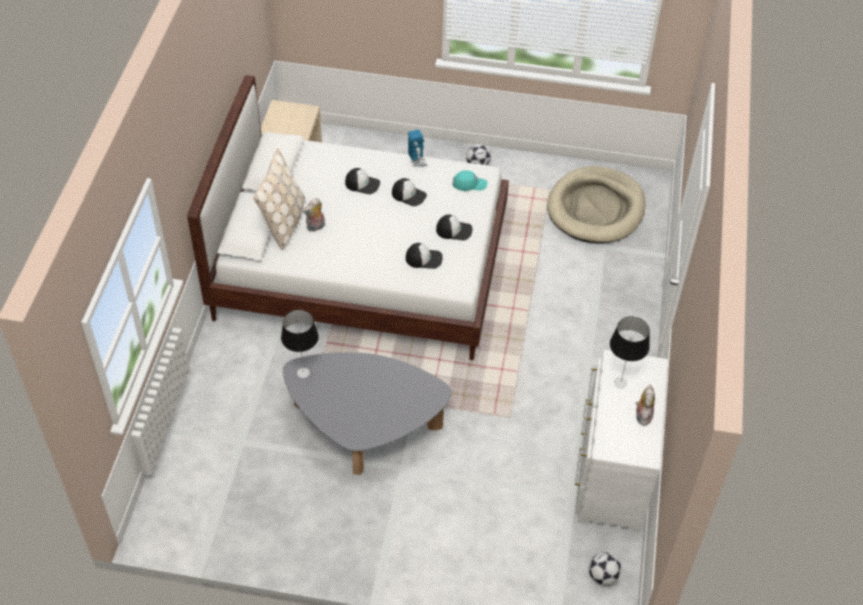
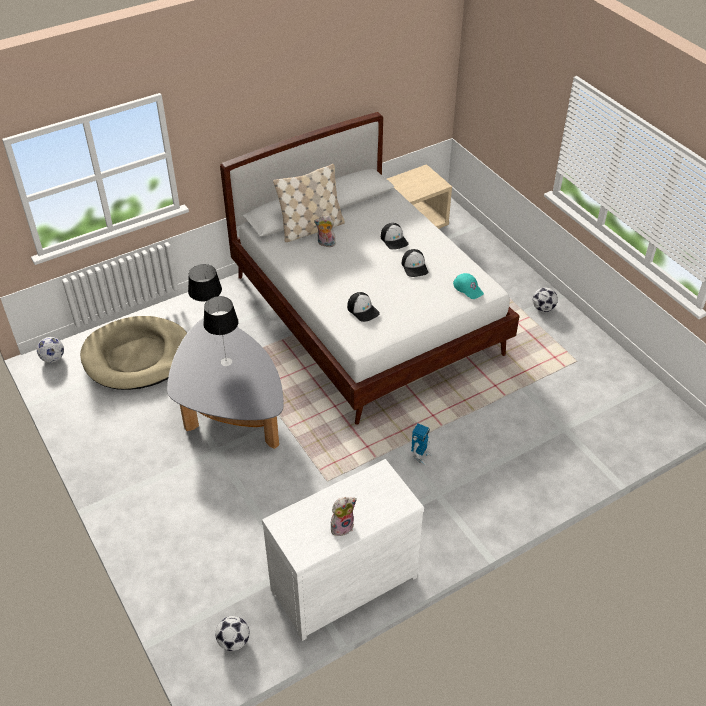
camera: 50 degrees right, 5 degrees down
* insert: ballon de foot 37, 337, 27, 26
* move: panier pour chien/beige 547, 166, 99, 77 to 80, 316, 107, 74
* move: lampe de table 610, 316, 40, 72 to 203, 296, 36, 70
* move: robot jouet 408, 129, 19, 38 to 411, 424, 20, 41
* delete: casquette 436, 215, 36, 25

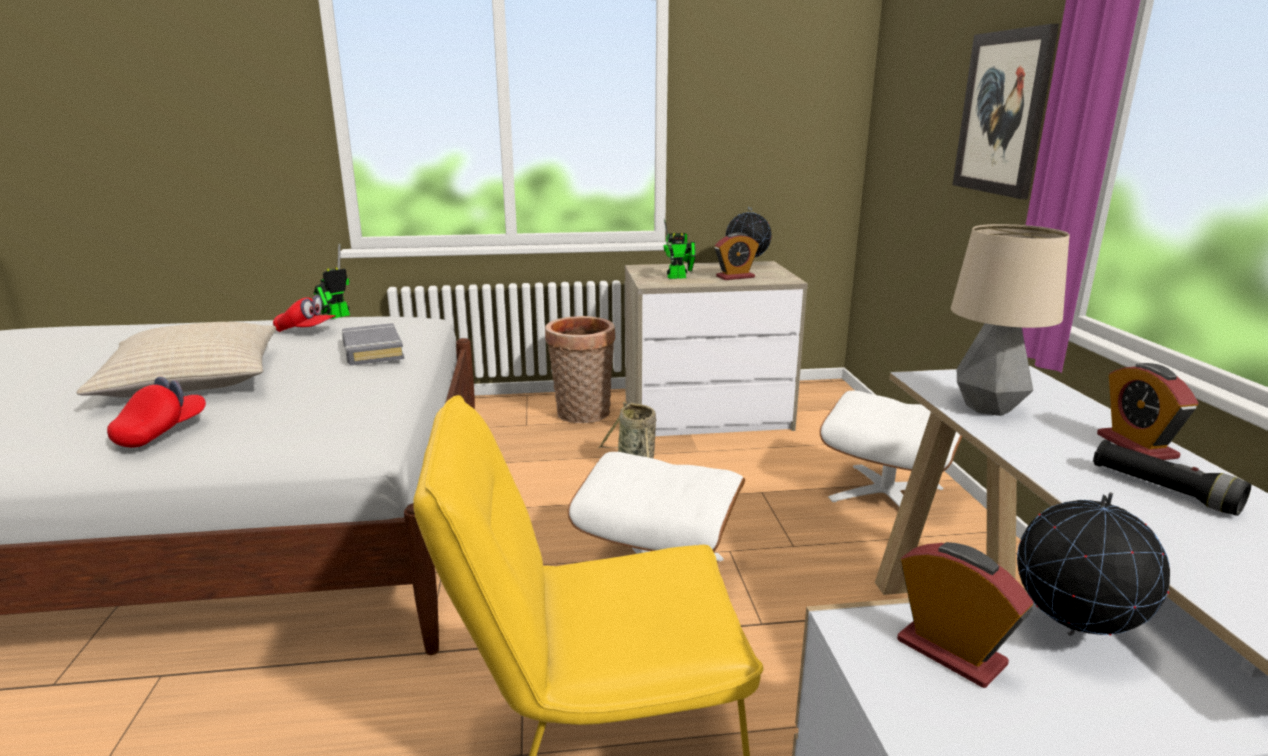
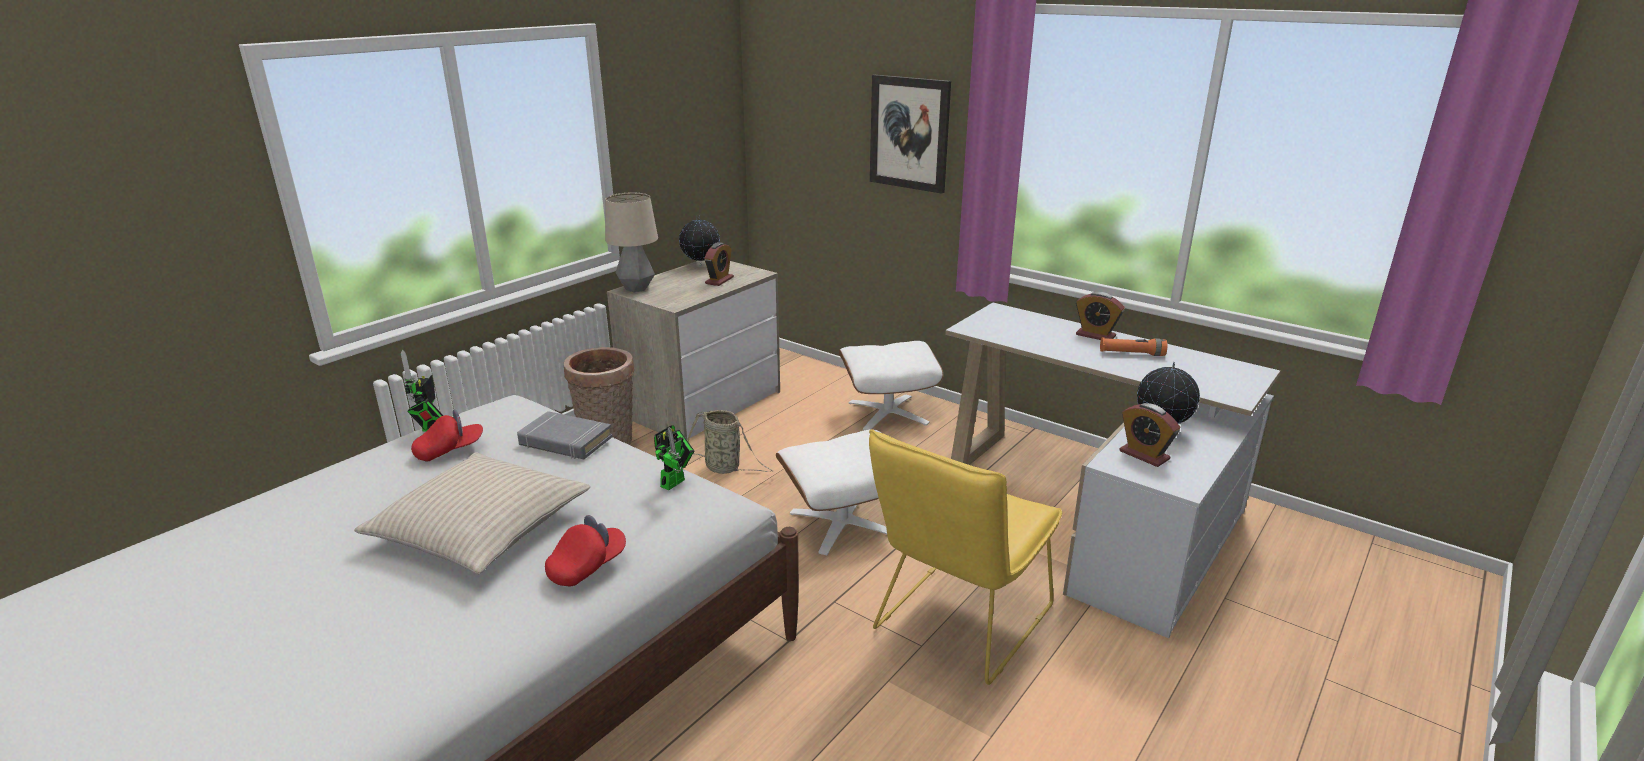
camera: 45 degrees left, 5 degrees up
* rotate: casquette/rouge 107, 377, 99, 70 = 545, 515, 81, 71 60 degrees clockwise
* move: lampe de table 951, 224, 119, 192 to 605, 193, 53, 99
* move: robot jouet 663, 219, 33, 60 to 654, 425, 40, 65
* recolor: lampe de poche/noir 1093, 440, 158, 76 to lampe de poche/orange 1100, 337, 67, 19
* rotate: réveil 897, 542, 136, 146 = 1119, 403, 61, 64 135 degrees counterclockwise

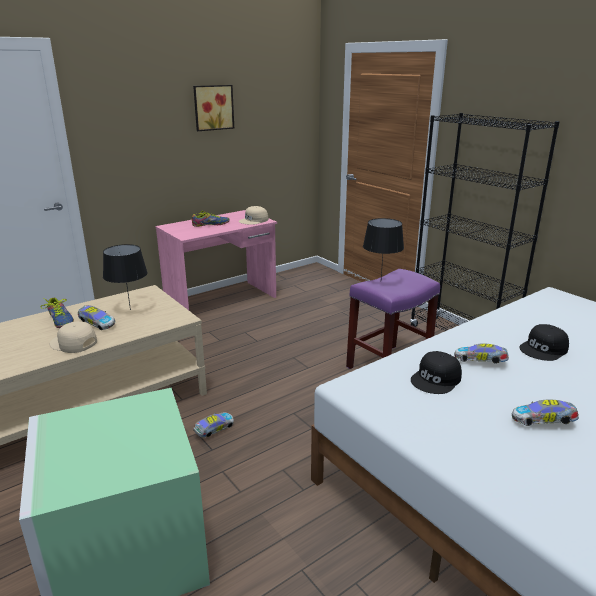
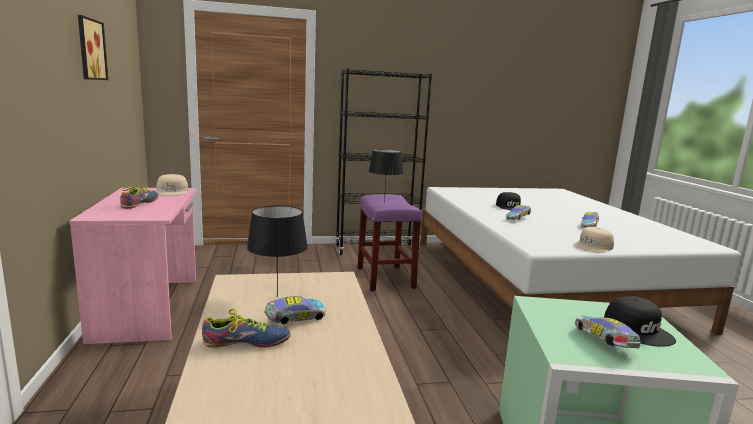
camera: 65 degrees left, 10 degrees down
* move: casquette/beige 50, 322, 47, 31 to 573, 227, 41, 26
* move: petite voiture 193, 412, 41, 25 to 575, 316, 65, 33
* move: casquette/noir 411, 351, 51, 43 to 604, 296, 72, 51

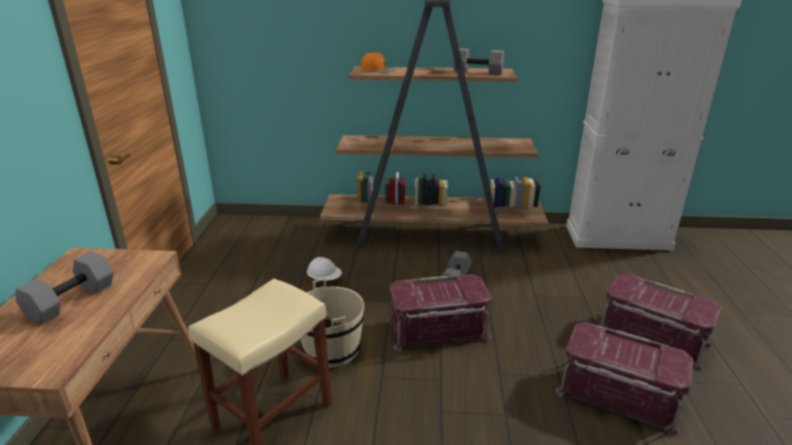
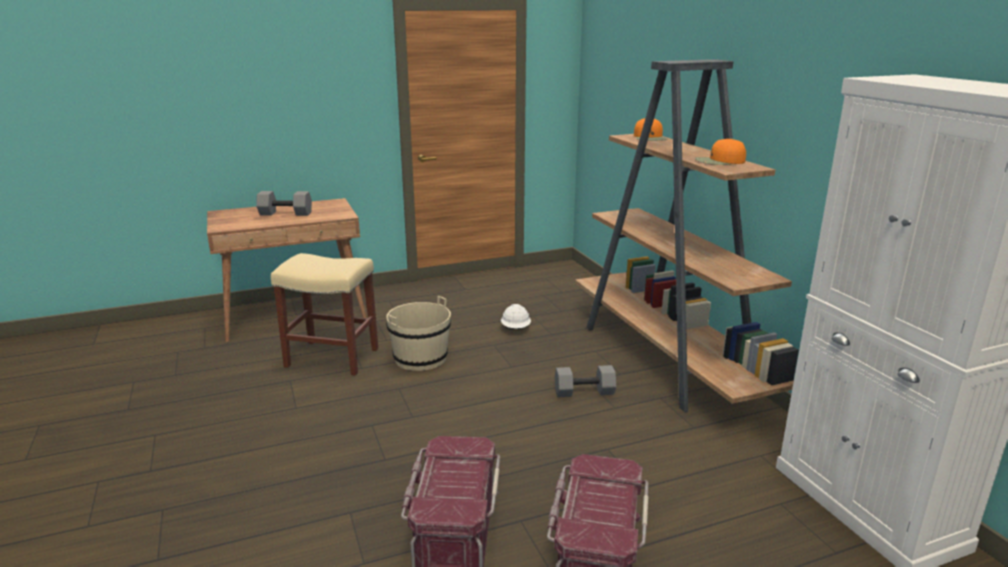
camera: 65 degrees right, 5 degrees down
* replace: haltère/gris 453, 48, 51, 27 to casquette/orange 695, 138, 51, 27
* delete: boîte de rangement/rouge 387, 274, 105, 78

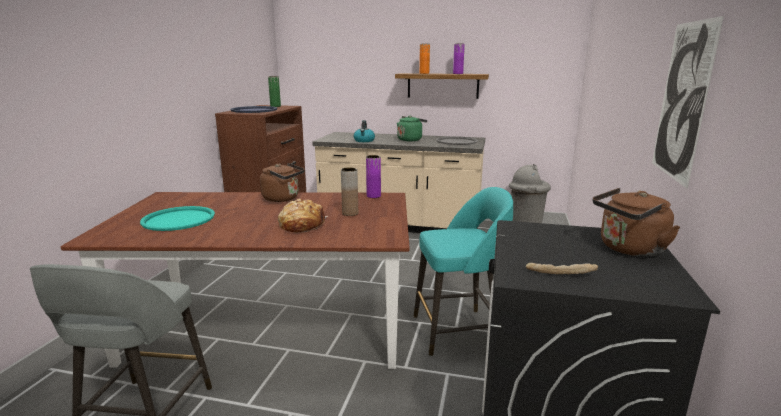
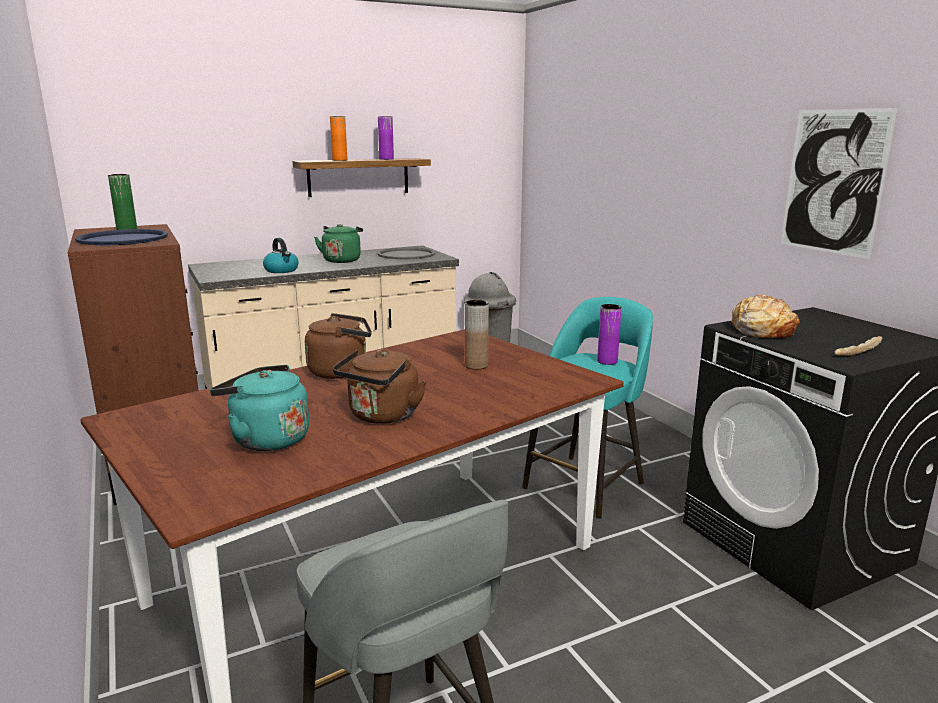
camera: 40 degrees left, 0 degrees up
* replace: plateau/turquoise 140, 206, 75, 25 to bouilloire/turquoise 210, 365, 99, 86
* move: bouilloire/marron 593, 188, 87, 69 to 333, 349, 93, 75
* move: vase/violet 366, 155, 15, 43 to 597, 304, 25, 61
* move: pain 278, 199, 50, 34 to 731, 294, 69, 44

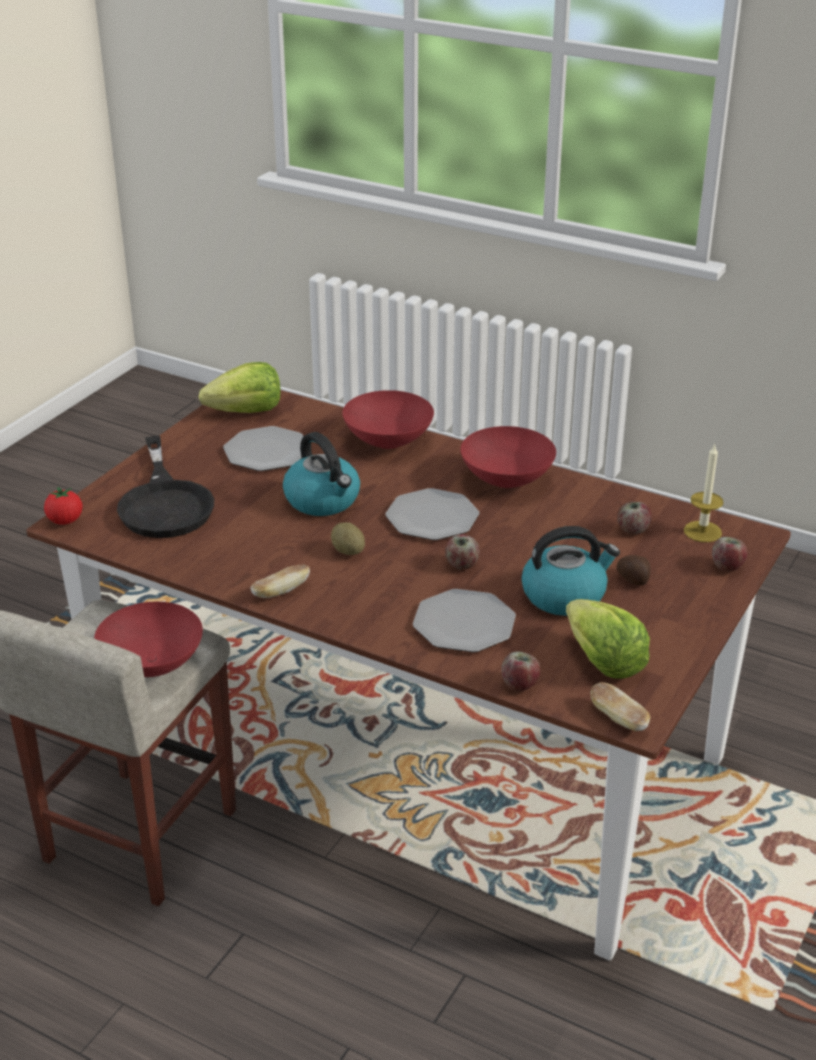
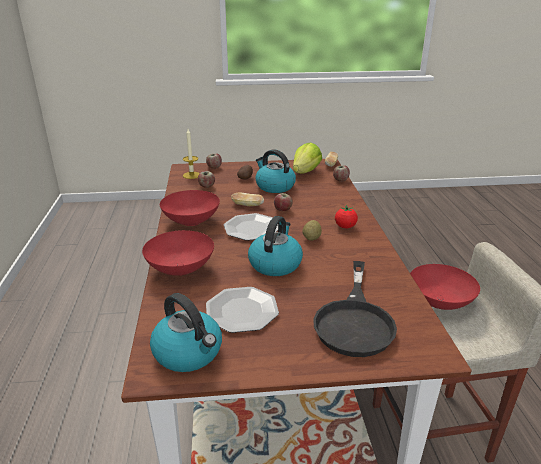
camera: 125 degrees left, 5 degrees down
* replace: laitue 199, 362, 82, 51 to bouilloire 150, 293, 72, 79
* move: pain 250, 564, 60, 34 to 231, 193, 33, 13
* rotate: poêle/noir 117, 436, 97, 102 = 313, 261, 84, 96 150 degrees clockwise
* move: tomate 44, 487, 39, 38 to 335, 205, 23, 23
* delete: assiette 413, 589, 103, 63

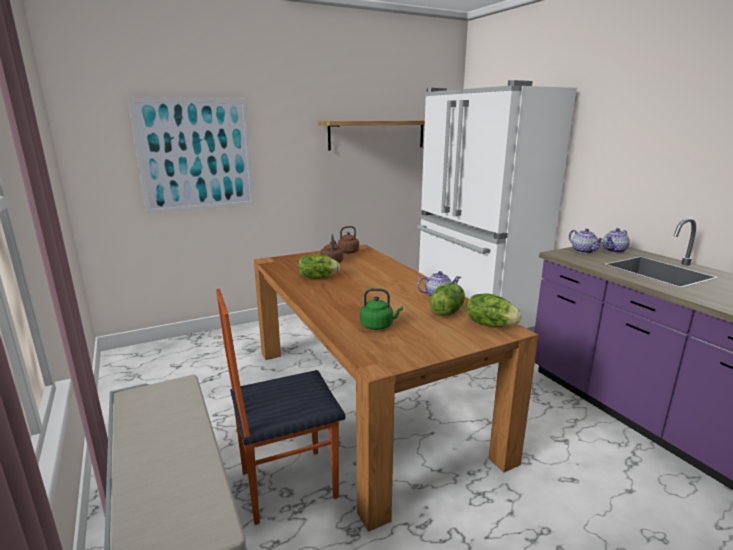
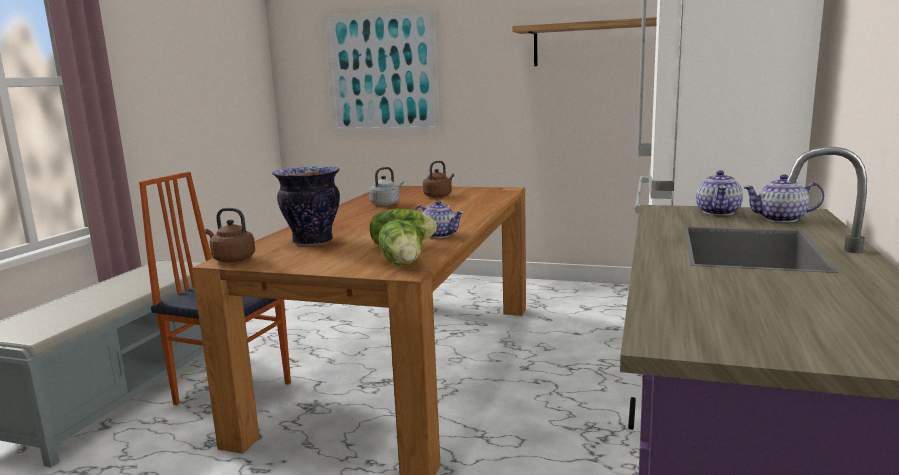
camera: 45 degrees right, 5 degrees down
* move: bouilloire/marron 334, 226, 25, 28 to 205, 208, 50, 54
* replace: bouilloire/vert 360, 288, 43, 42 to vase 272, 166, 68, 80
* replace: laitue 298, 254, 42, 25 to bouilloire/gris 369, 167, 35, 39

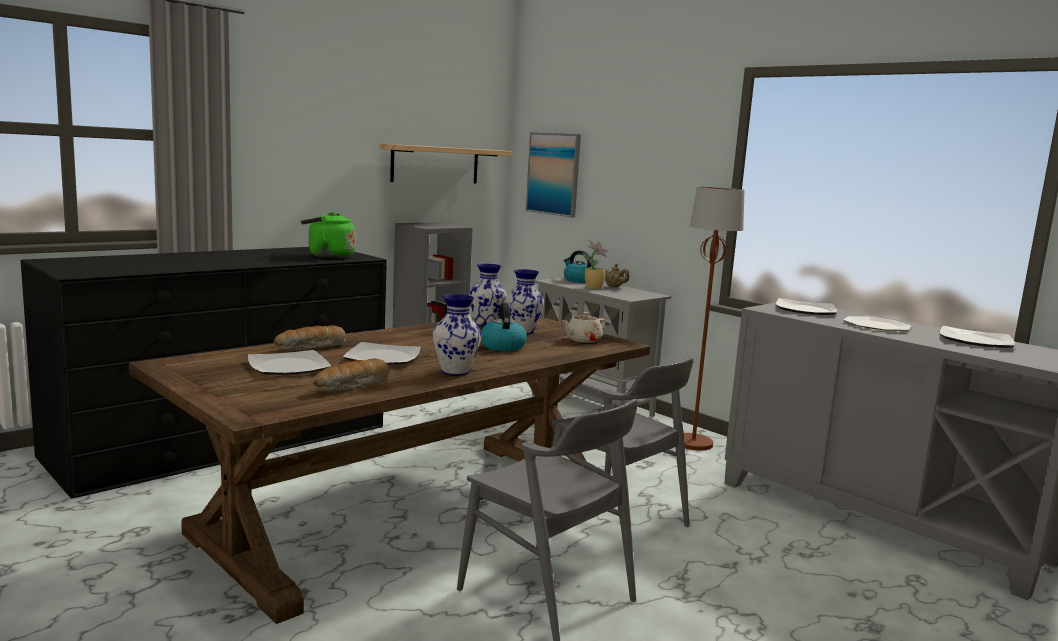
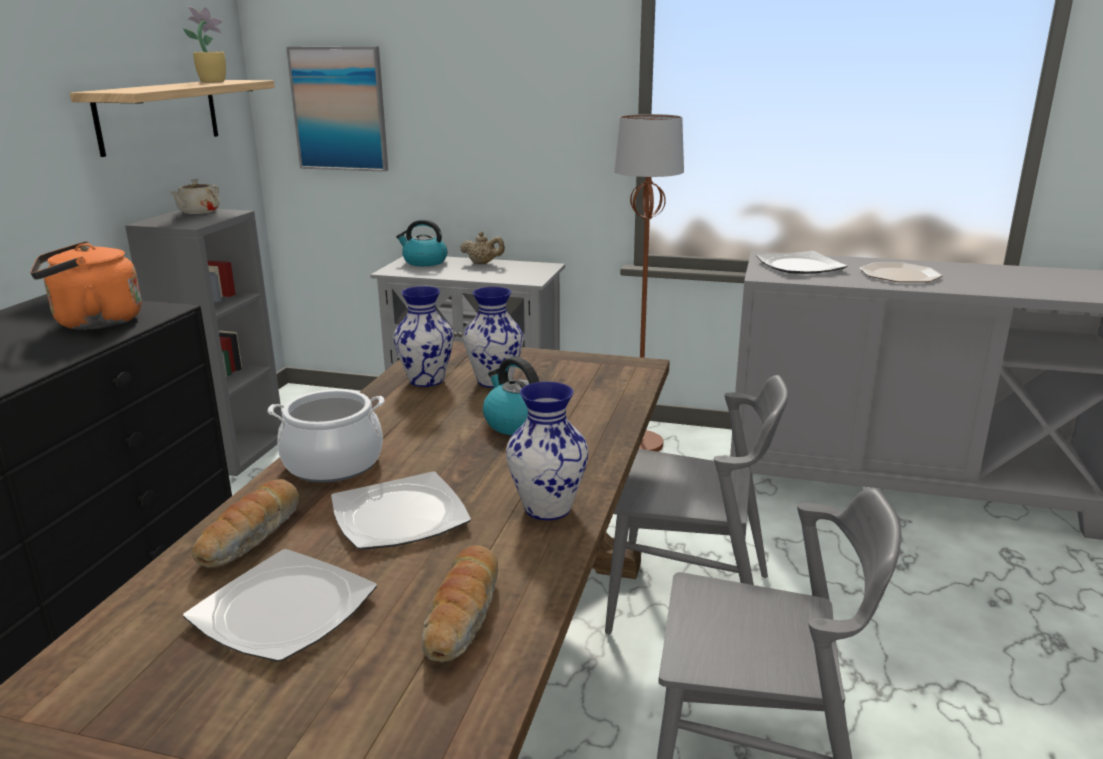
camera: 30 degrees left, 10 degrees up
* recolor: bouilloire/vert 301, 212, 54, 46 to bouilloire/orange 30, 241, 111, 89
* move: théière/beige 563, 312, 43, 31 to 170, 179, 50, 35
* move: plante en pot 583, 240, 25, 49 to 183, 6, 43, 76
* insert: marmite 268, 389, 117, 93
* delete: assiette 939, 326, 76, 22

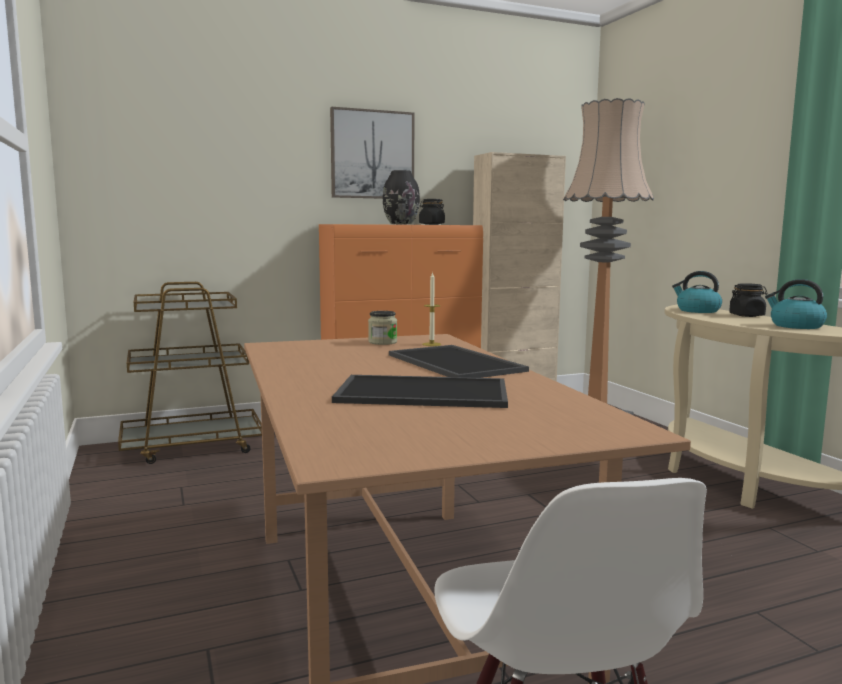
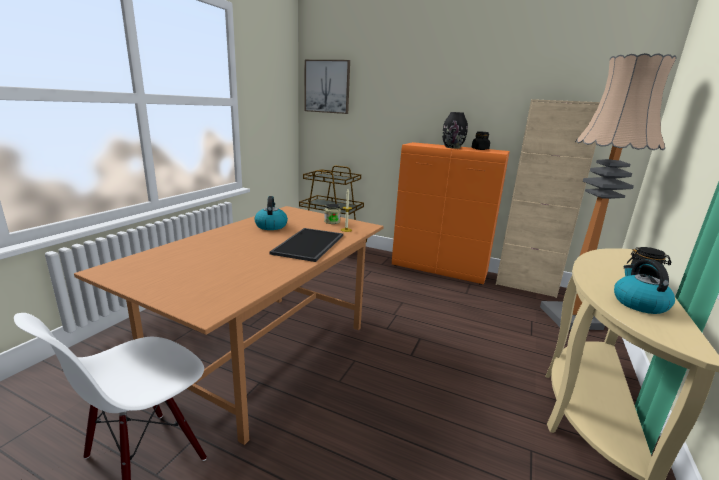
camera: 45 degrees right, 10 degrees up
* move: bouilloire 672, 271, 50, 42 to 255, 196, 33, 34
* move: tableau 330, 107, 84, 92 to 305, 60, 45, 54
* delete: plateau 332, 375, 176, 33

